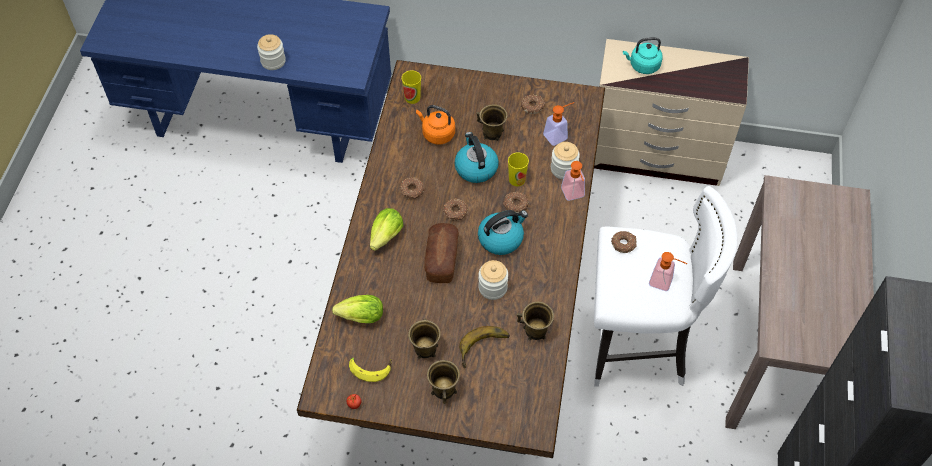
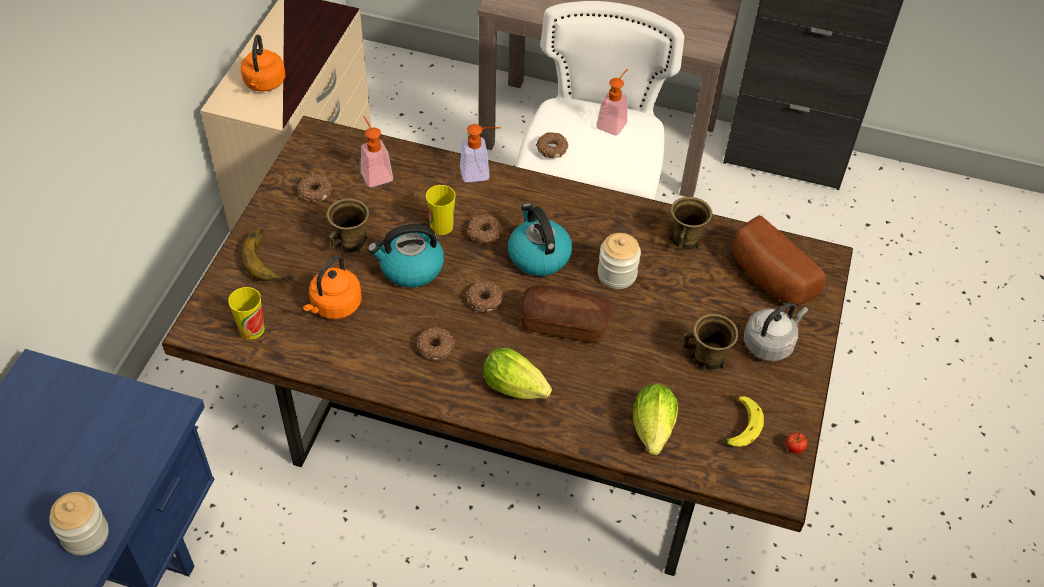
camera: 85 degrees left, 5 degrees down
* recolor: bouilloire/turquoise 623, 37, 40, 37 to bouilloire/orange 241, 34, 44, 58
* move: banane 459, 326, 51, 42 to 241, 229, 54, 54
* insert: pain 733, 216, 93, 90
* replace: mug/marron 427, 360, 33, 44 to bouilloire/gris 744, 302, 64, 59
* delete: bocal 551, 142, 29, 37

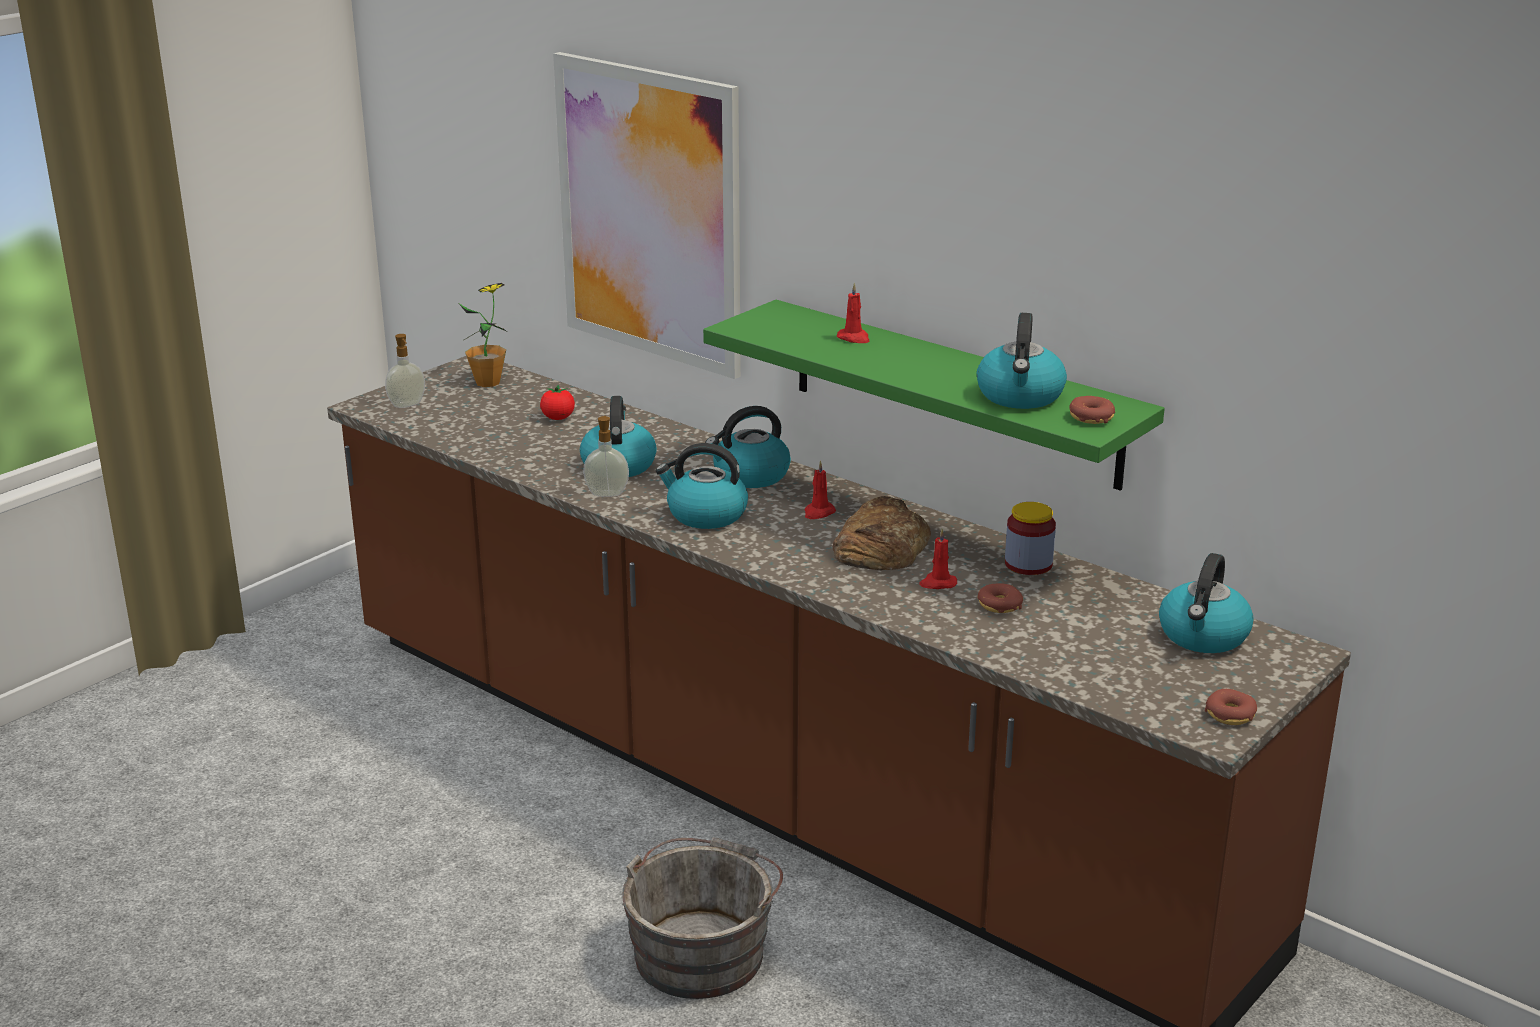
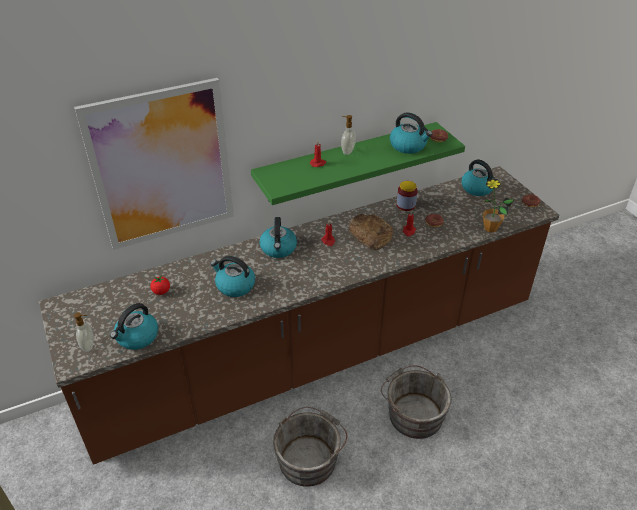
camera: 65 degrees left, 15 degrees up
* move: bouilloire 656, 443, 92, 86 to 110, 303, 48, 47
* insert: seau/gris 273, 407, 75, 80
* move: distributeur de savon 583, 416, 46, 81 to 341, 115, 15, 40
* move: plante en pot 459, 283, 47, 104 to 481, 179, 33, 54

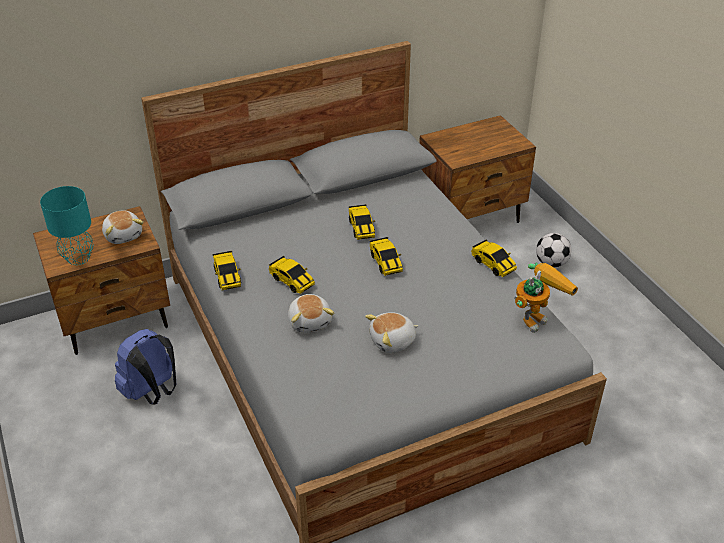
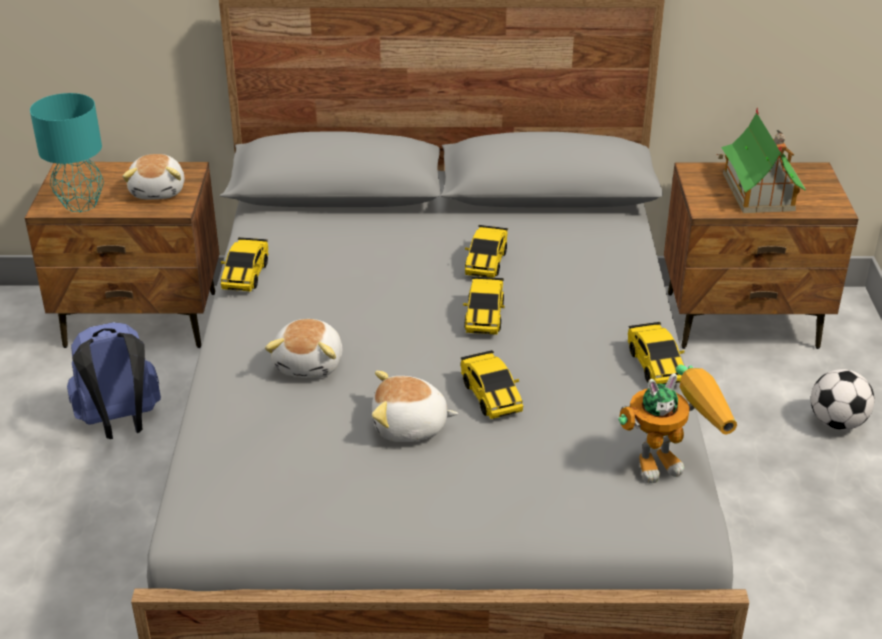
camera: 25 degrees right, 5 degrees down
* move: petite voiture 269, 256, 46, 38 to 461, 350, 62, 69
* insert: maison miniature 716, 107, 90, 106

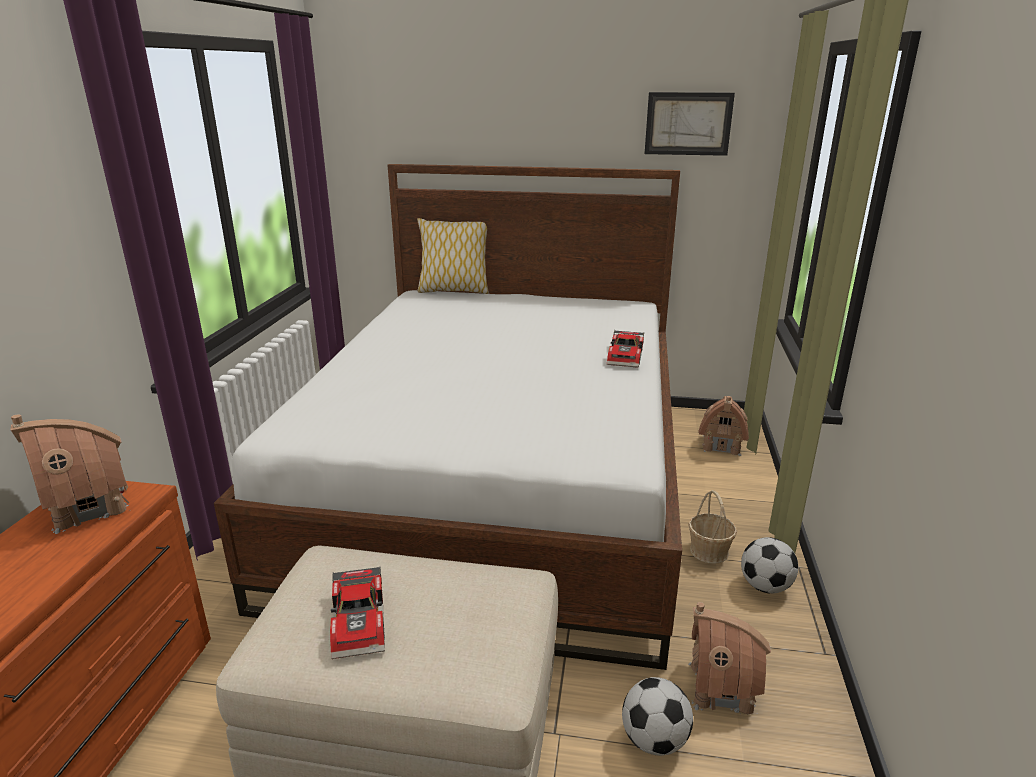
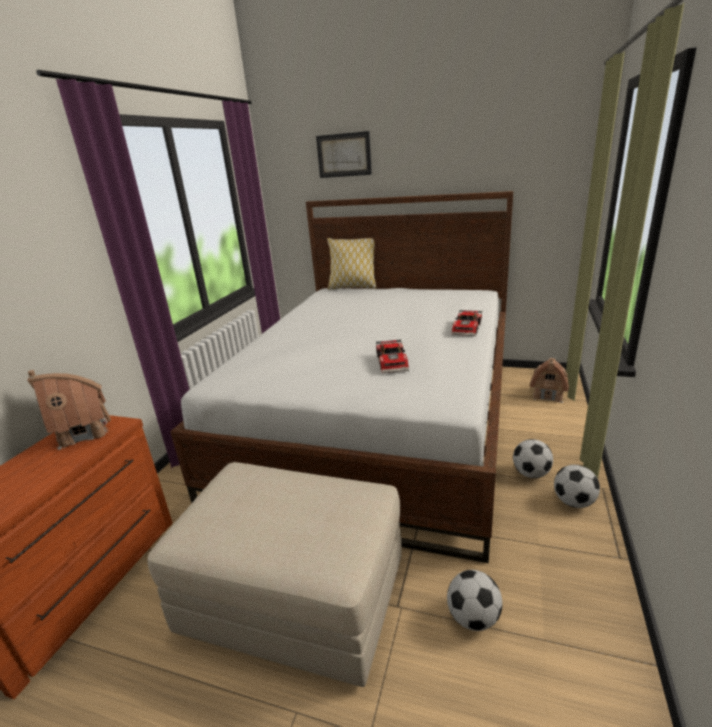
camera: 10 degrees right, 0 degrees up
* move: tableau 645, 92, 90, 64 to 316, 131, 56, 47
* move: petite voiture 330, 567, 55, 92 to 376, 339, 33, 34
* replace: panier 688, 490, 49, 74 to ballon de foot 513, 439, 40, 39
* delete: maison miniature 688, 602, 83, 112

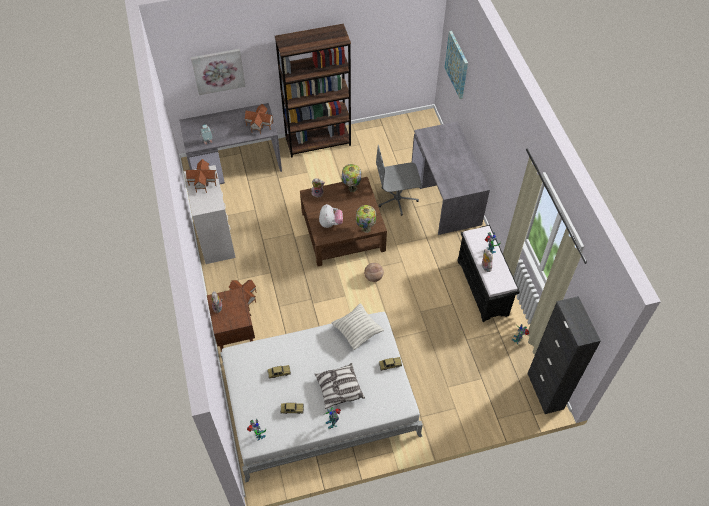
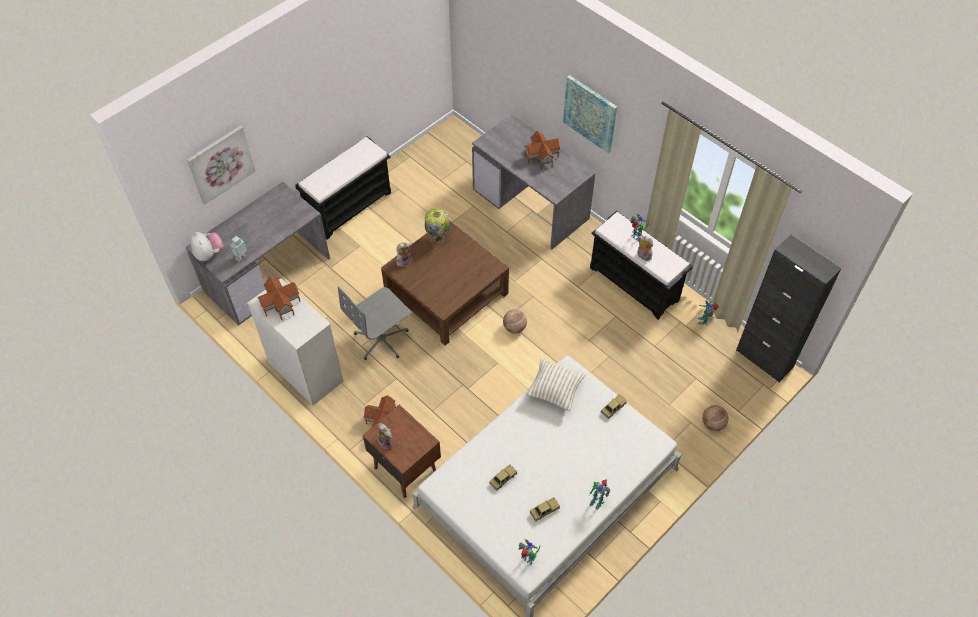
camera: 30 degrees left, 0 degrees up
* move: peluche 319, 204, 24, 24 to 190, 232, 34, 29
* replace: bibliothèque/marron 275, 24, 76, 134 to banc/noir 295, 136, 96, 104
* move: chaise de bureau/gris 376, 145, 46, 71 to 338, 287, 73, 73
* move: maison miniature 244, 104, 29, 31 to 524, 131, 36, 38
* move: tableau 445, 31, 23, 68 to 563, 75, 54, 78
* insert: ballon de basket 702, 405, 27, 26
* delete: coussin 315, 363, 50, 46
* delete: lampe de table 356, 205, 20, 27

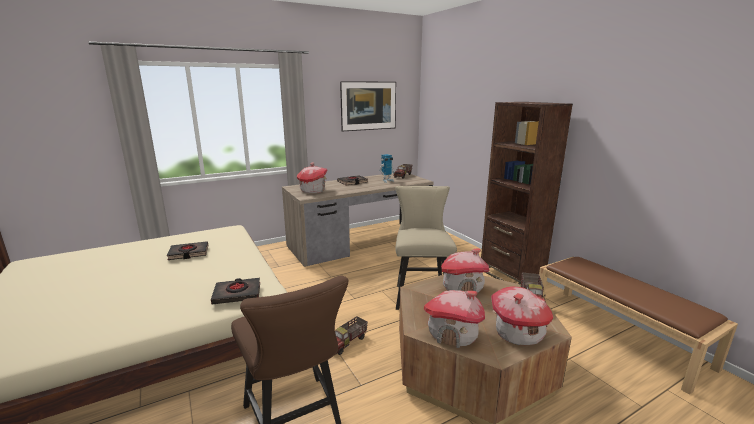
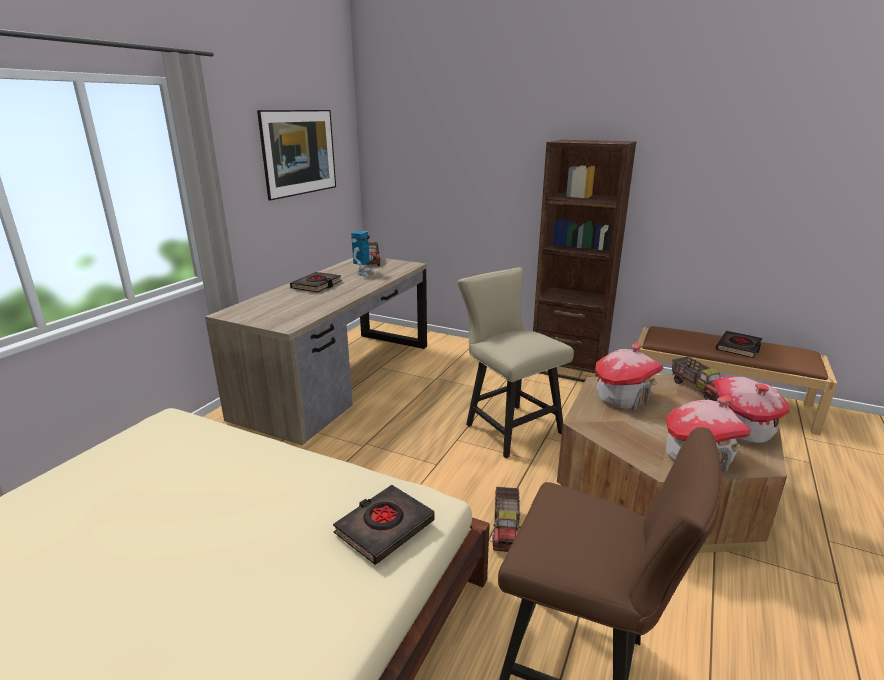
camera: 35 degrees left, 5 degrees up
* move: livre/noir 167, 241, 41, 19 to 715, 331, 47, 27
* delete: maison miniature 297, 163, 31, 30

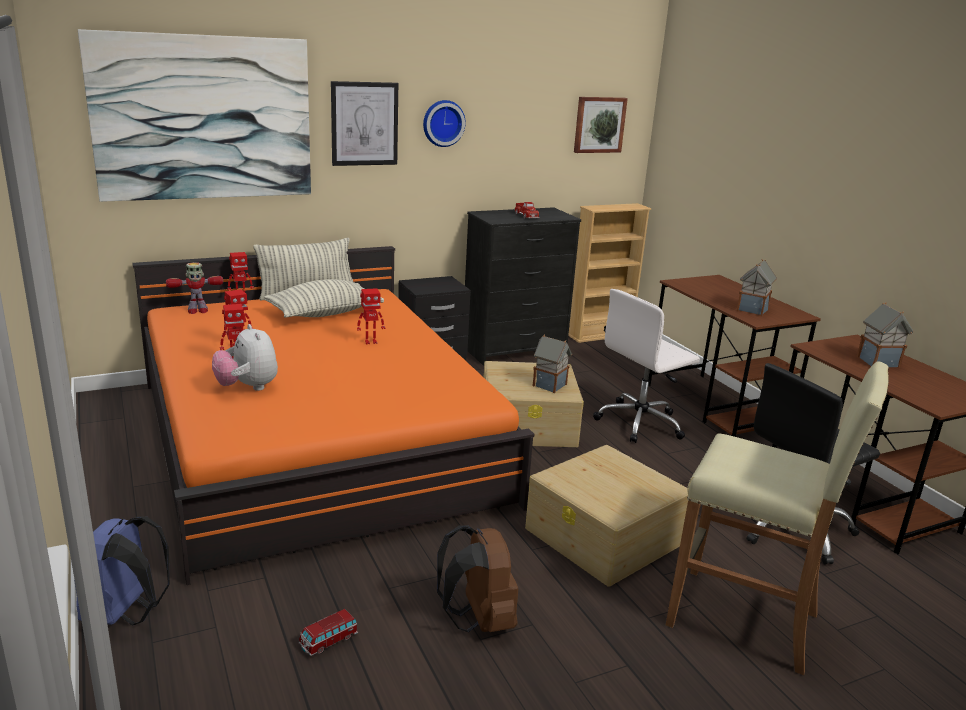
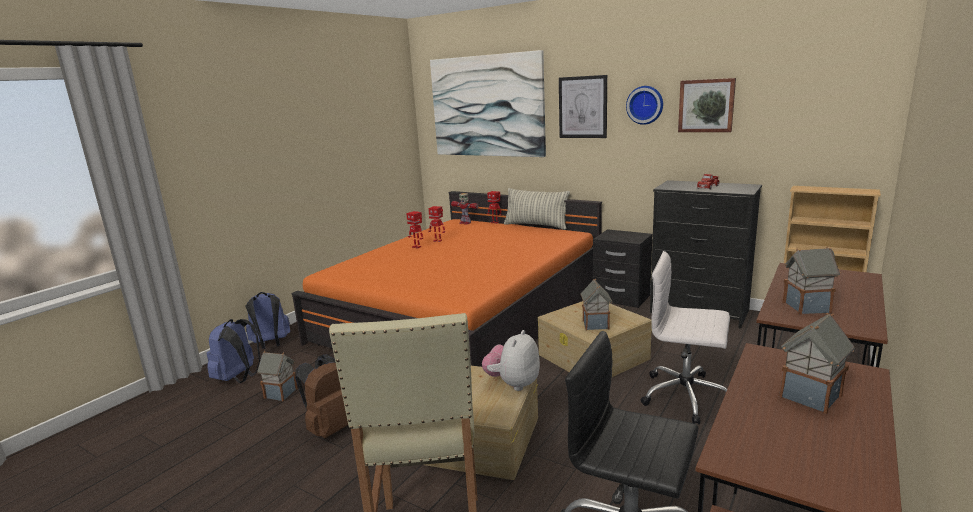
camera: 60 degrees right, 5 degrees down
* insert: sac à dos/bleu 207, 319, 54, 64
* replace: petite voiture 299, 609, 59, 47 to maison miniature 257, 351, 40, 50
* move: peluche 212, 324, 66, 67 to 482, 330, 58, 61
* move: tableau 574, 97, 54, 56 to 678, 78, 58, 54
* delete: coussin 264, 279, 120, 39
* delete: robot jouet 357, 288, 28, 56

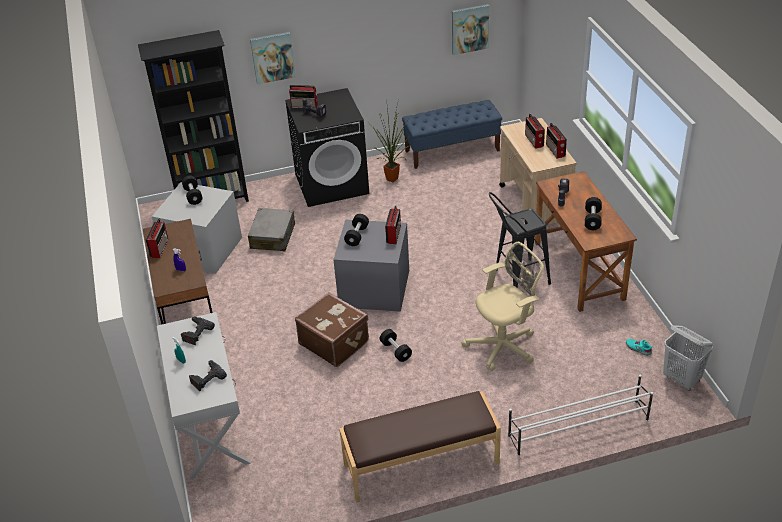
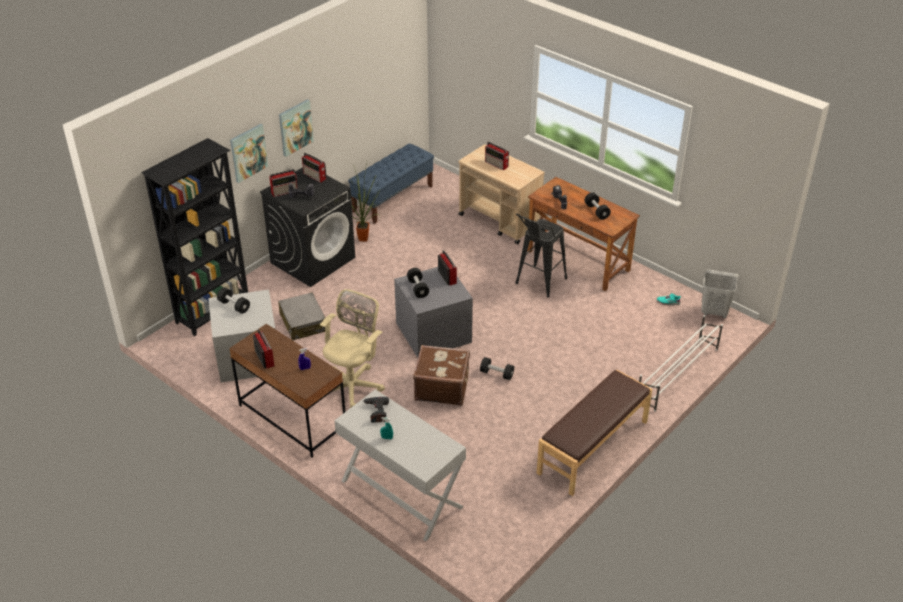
camera: 35 degrees left, 0 degrees up
* move: tableau 452, 4, 37, 51 to 279, 99, 35, 58
* move: radio 546, 123, 21, 36 to 302, 153, 25, 30
* move: chaise de bureau/beige 461, 242, 83, 129 to 320, 289, 65, 119
* delete: perceuse 189, 360, 38, 31

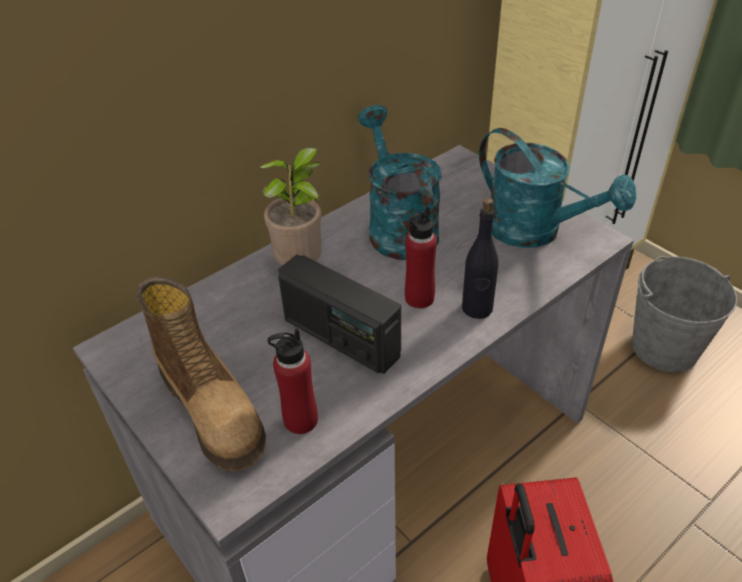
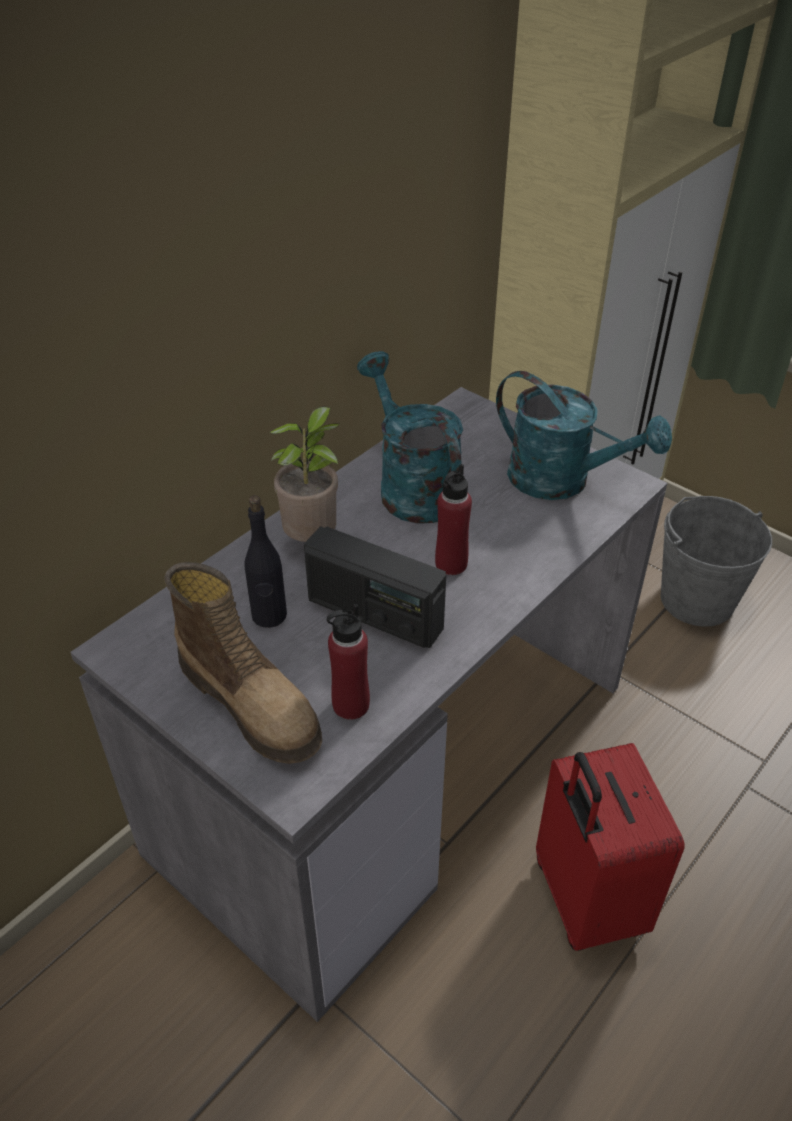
camera: 10 degrees left, 0 degrees up
* move: bouteille/noir 462, 198, 37, 121 to 244, 495, 43, 133

